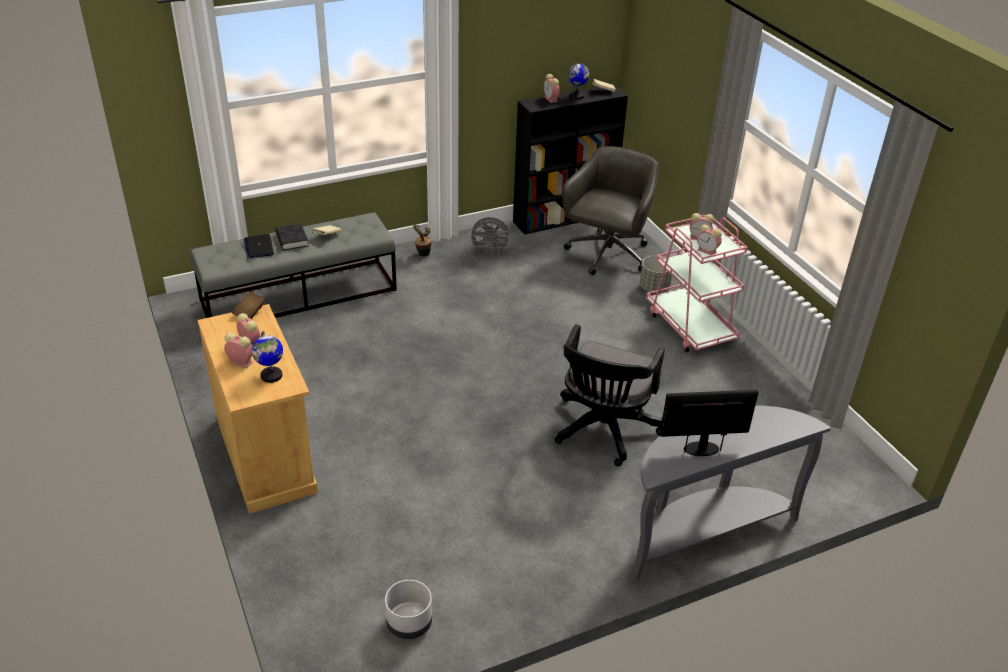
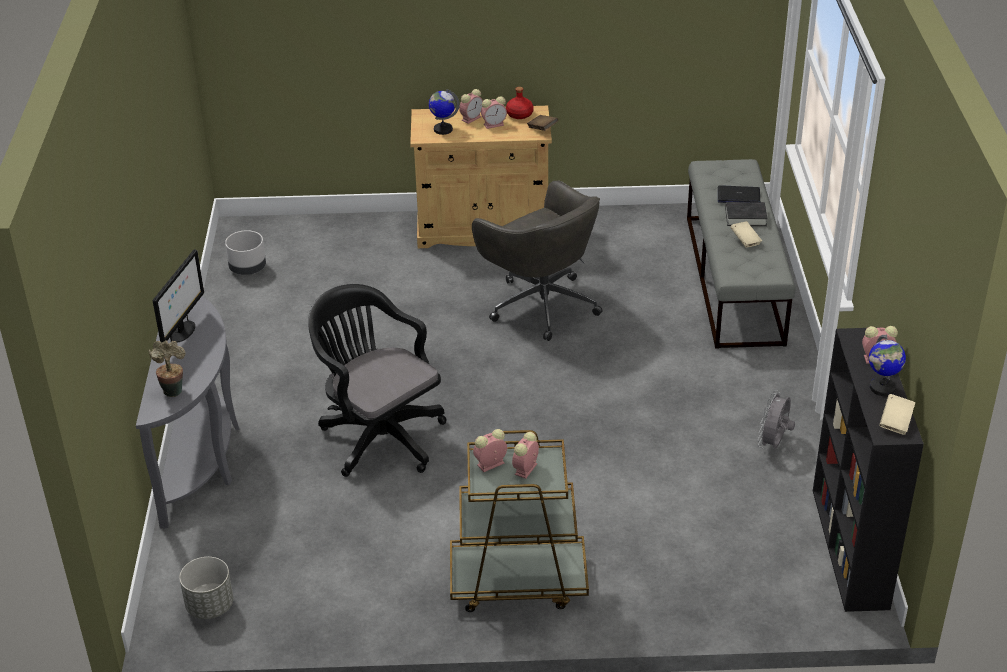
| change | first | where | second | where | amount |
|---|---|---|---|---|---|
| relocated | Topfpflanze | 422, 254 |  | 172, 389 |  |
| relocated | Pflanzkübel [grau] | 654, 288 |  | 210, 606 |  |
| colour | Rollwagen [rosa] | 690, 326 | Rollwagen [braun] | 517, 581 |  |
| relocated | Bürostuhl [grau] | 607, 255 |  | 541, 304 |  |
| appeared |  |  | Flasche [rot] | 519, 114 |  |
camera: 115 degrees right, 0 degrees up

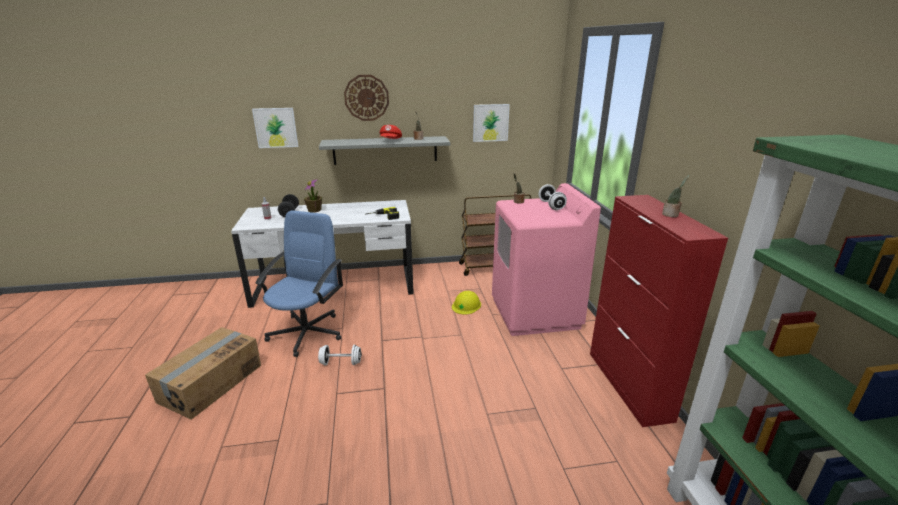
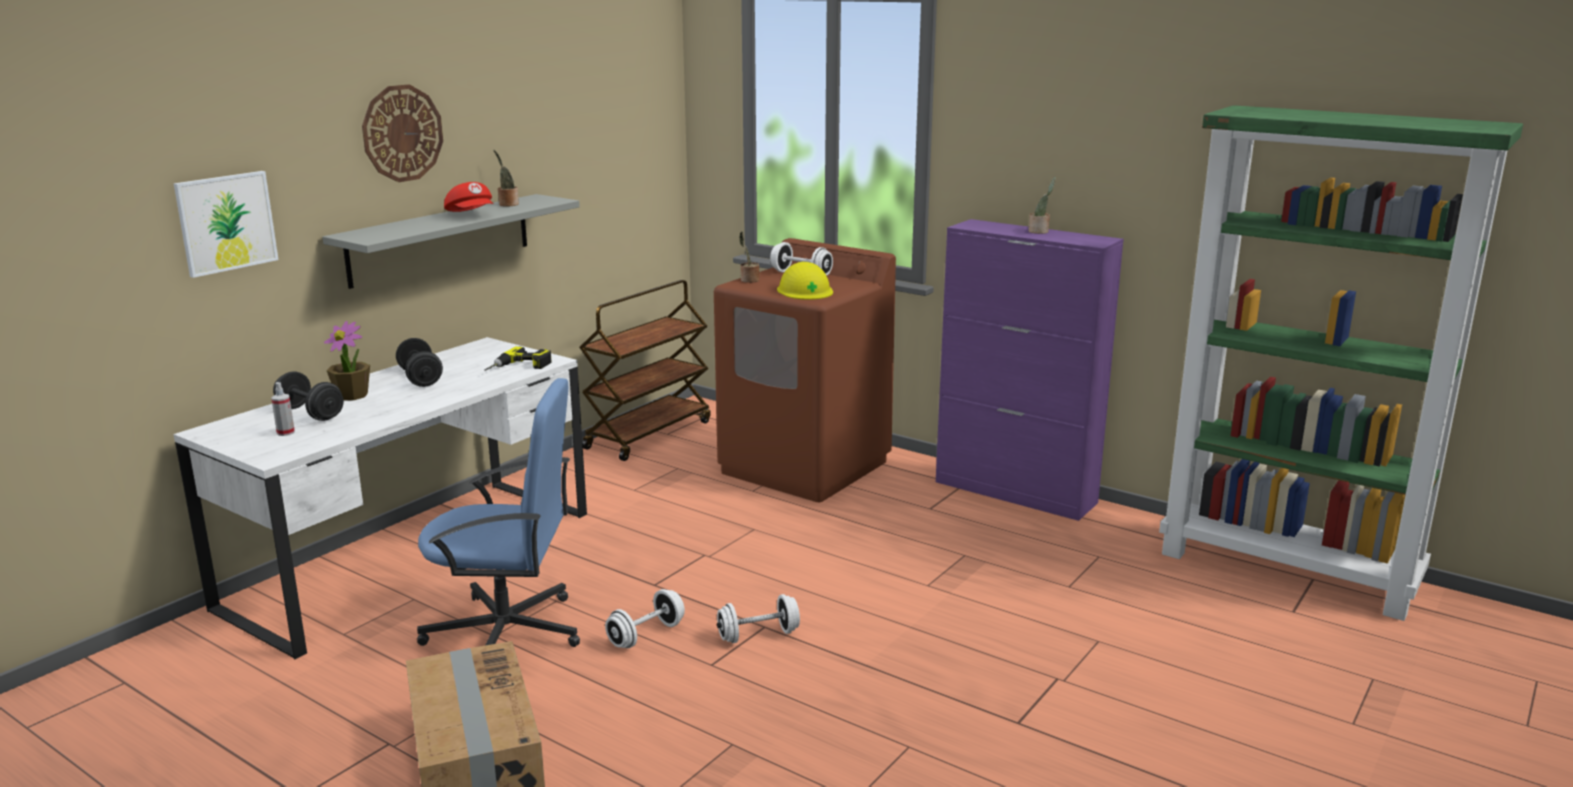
| change | first | where | second | where | amount |
|---|---|---|---|---|---|
| appeared |  |  | Hantel [schwarz] | 420, 378 |  |
| spun | Bürostuhl [blau] | 307, 333 |  | 507, 632 | 120 degrees clockwise |
| colour | Waschmaschine [rosa] | 535, 313 | Waschmaschine [braun] | 805, 467 |  |
| appeared |  |  | Hantel [weiß] | 758, 635 |  |
| relocated | Schutzhelm [gelb] | 466, 305 |  | 805, 290 |  |
| colour | Schrank [rot] | 629, 385 | Schrank [lila] | 1015, 492 |  |
| missing | Bild | 490, 122 |  |  |  |
camera: 45 degrees left, 5 degrees down

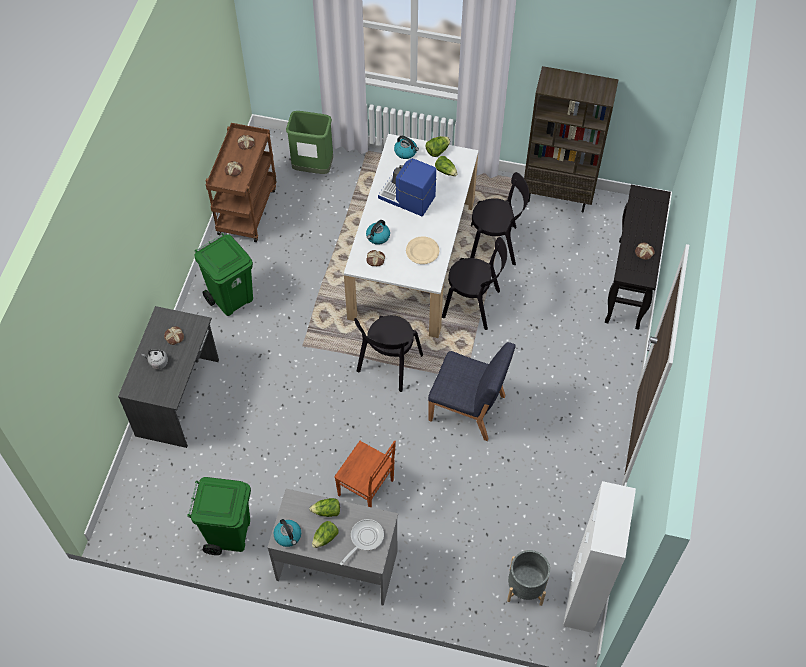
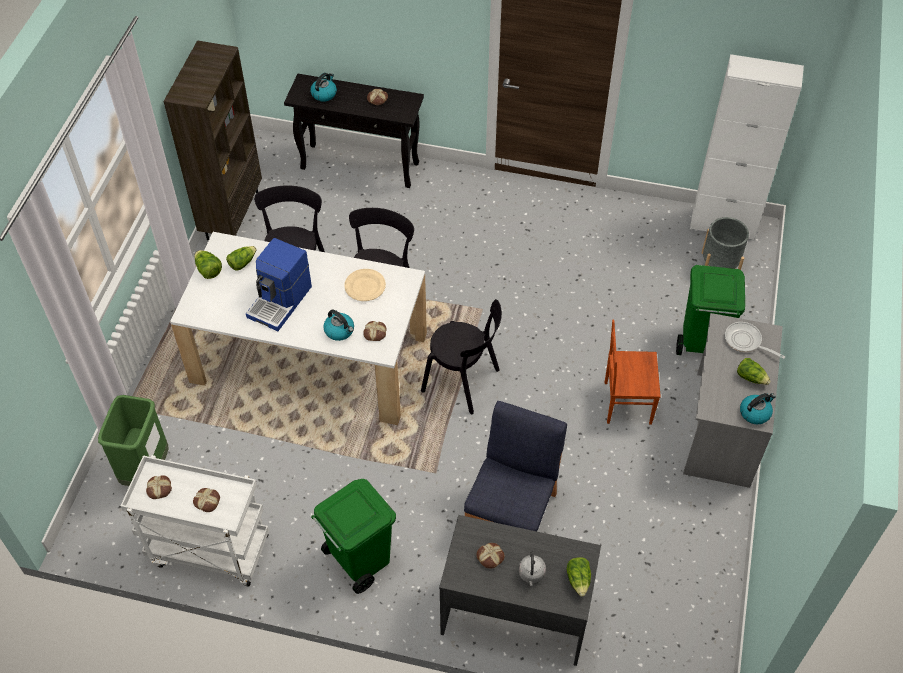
| change | first | where | second | where | amount |
|---|---|---|---|---|---|
| colour | Rollwagen [braun] | 246, 209 | Rollwagen [weiß] | 208, 551 |  |
| relocated | Wasserkessel | 406, 152 |  | 324, 94 |  |
| relocated | Stuhl [blau] | 468, 408 |  | 512, 513 |  |
| relocated | Salatkopf | 327, 511 |  | 579, 580 |  |
| spun | Stuhl [braun] | 366, 489 |  | 626, 402 | 120 degrees counterclockwise |
| relocated | Mülleimer [grün] | 229, 533 |  | 701, 343 |  |
camera: 90 degrees left, 5 degrees down

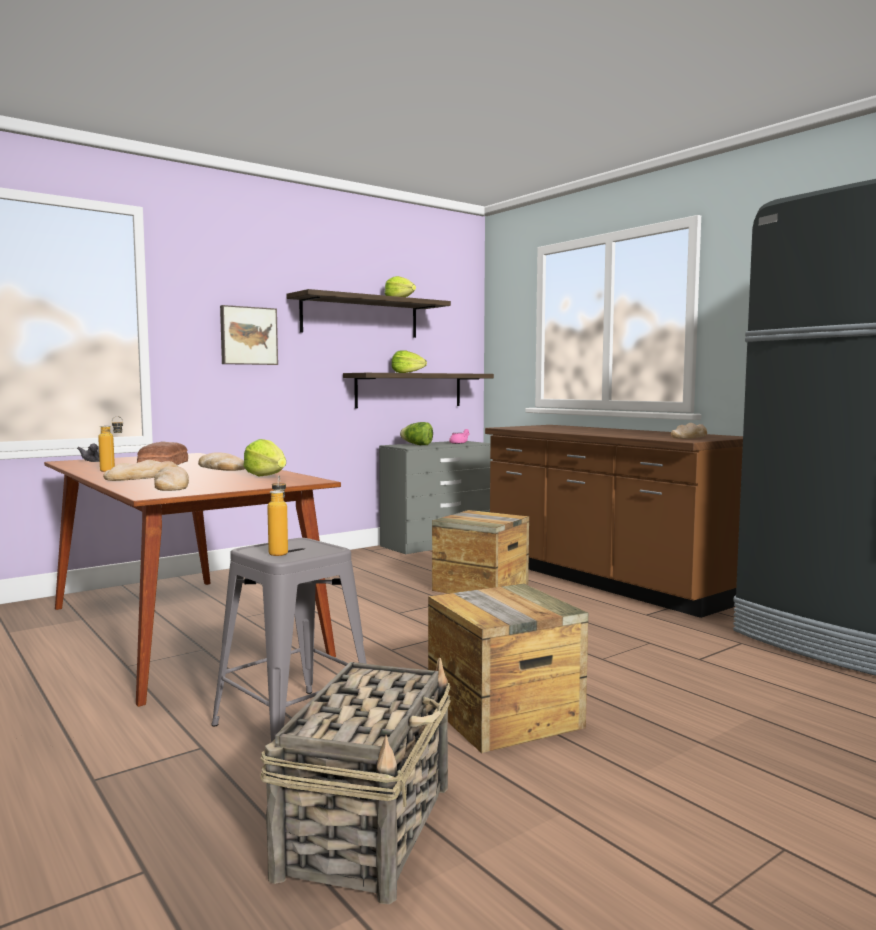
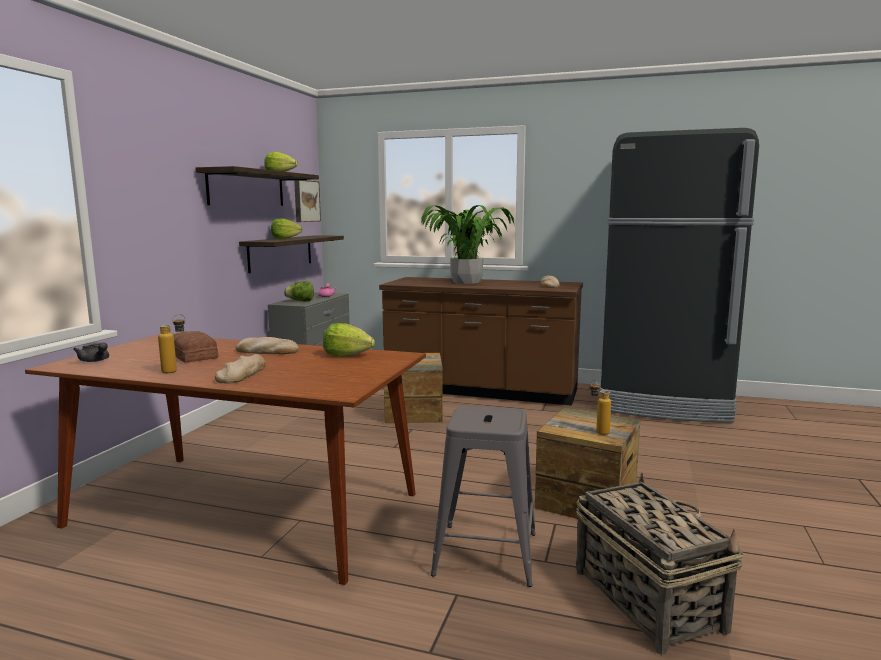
| change | first | where | second | where | amount |
|---|---|---|---|---|---|
| relocated | Bild | 248, 336 |  | 305, 201 |  |
| appeared |  |  | Topfpflanze | 467, 282 |  |
| relocated | Flasche | 279, 552 |  | 598, 431 |  |
| missing | Brot | 171, 485 |  |  |  |
camera: 35 degrees left, 5 degrees up

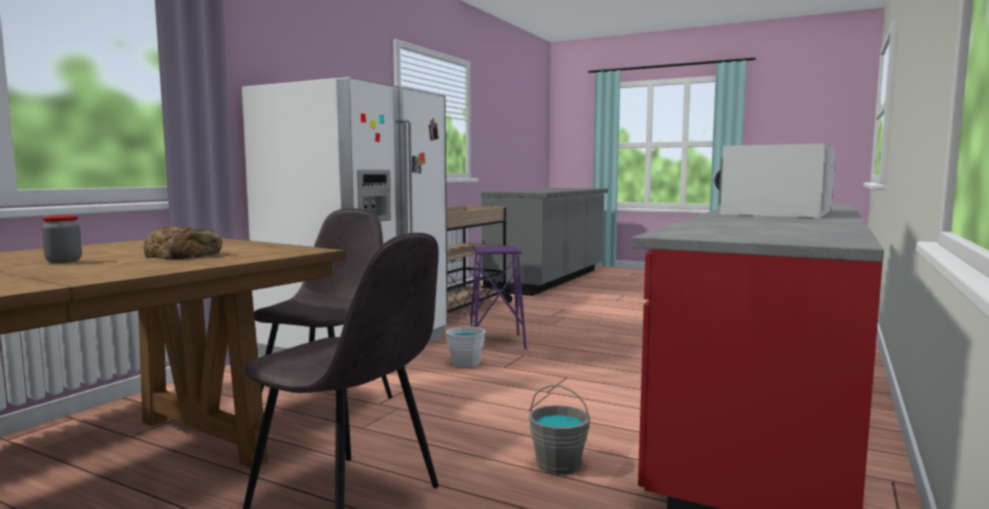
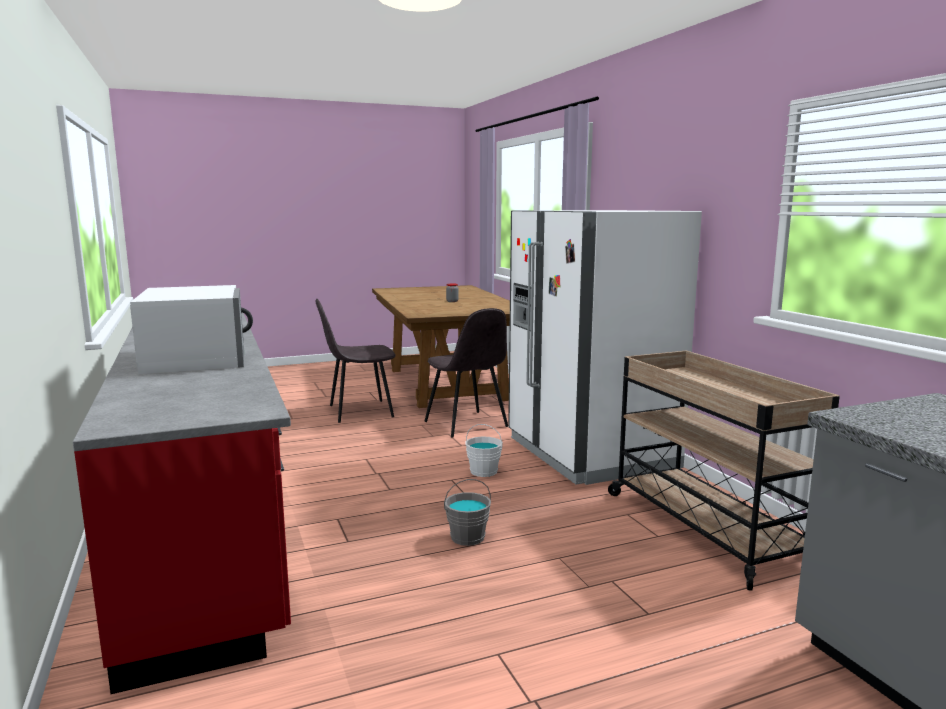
| change | first | where | second | where | amount |
|---|---|---|---|---|---|
| relocated | Eimer [grau] | 559, 464 |  | 467, 537 |  |
| missing | Brot | 184, 254 |  |  |  |
| missing | Hocker [lila] | 497, 343 |  |  |  |
camera: 130 degrees right, 5 degrees up

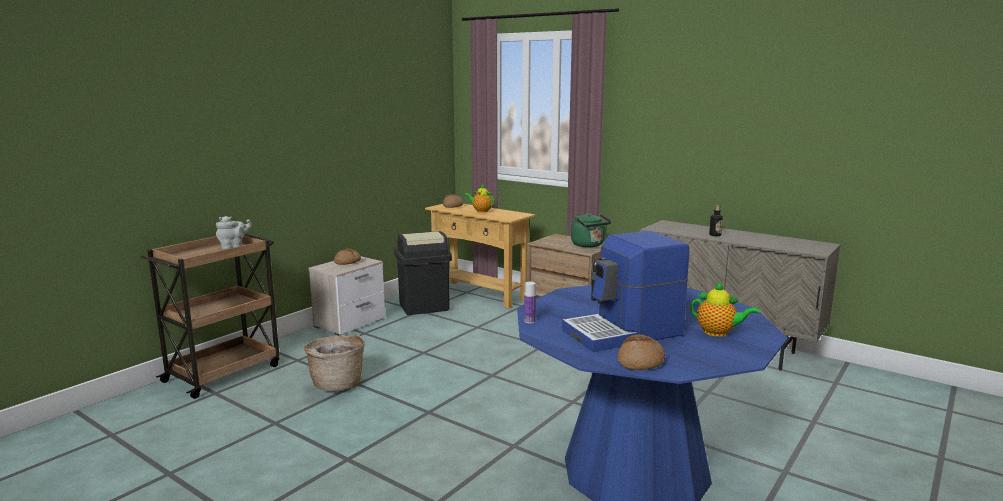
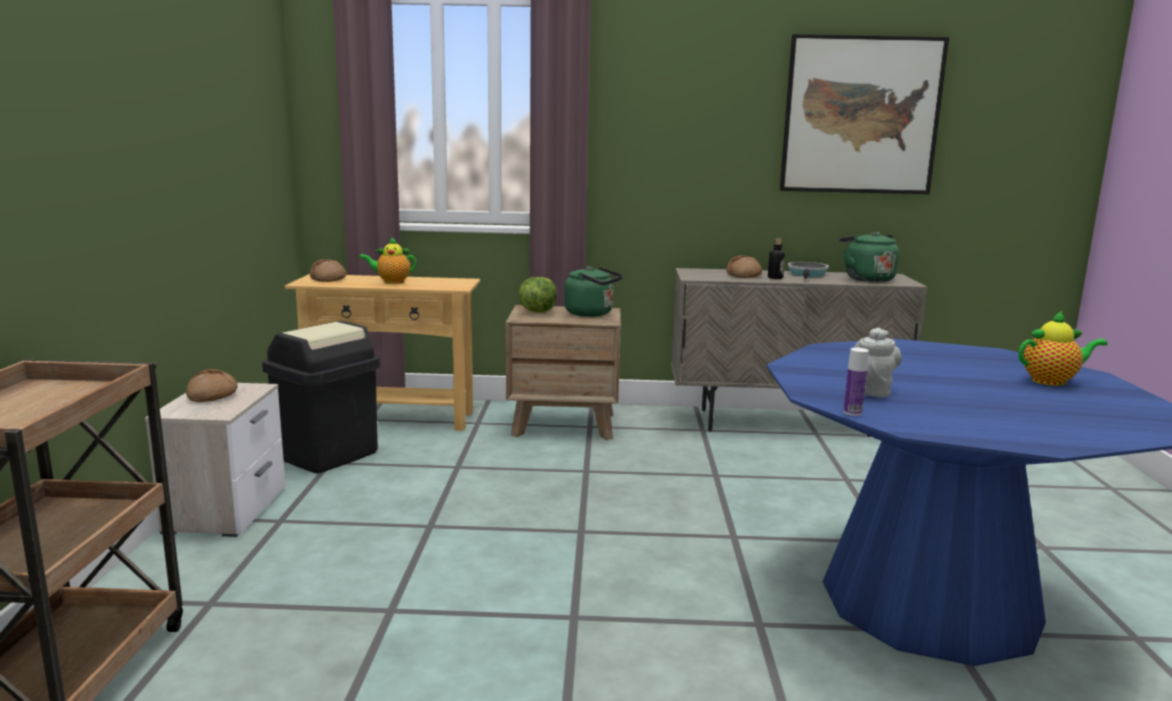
| change | first | where | second | where | amount |
|---|---|---|---|---|---|
| appeared |  |  | Salatkopf | 537, 311 |  |
| relocated | Brot | 640, 362 |  | 744, 275 |  |
| appeared |  |  | Bild | 860, 116 |  |
| appeared |  |  | Pfanne | 807, 274 |  |
| appeared |  |  | Wasserkessel [grün] | 866, 279 |  |
| relocated | Teekanne [grau] | 234, 247 |  | 872, 390 |  |
| missing | Korb | 337, 383 |  |  |  |
| missing | Kaffeemaschine | 624, 333 |  |  |  |
camera: 35 degrees left, 0 degrees up

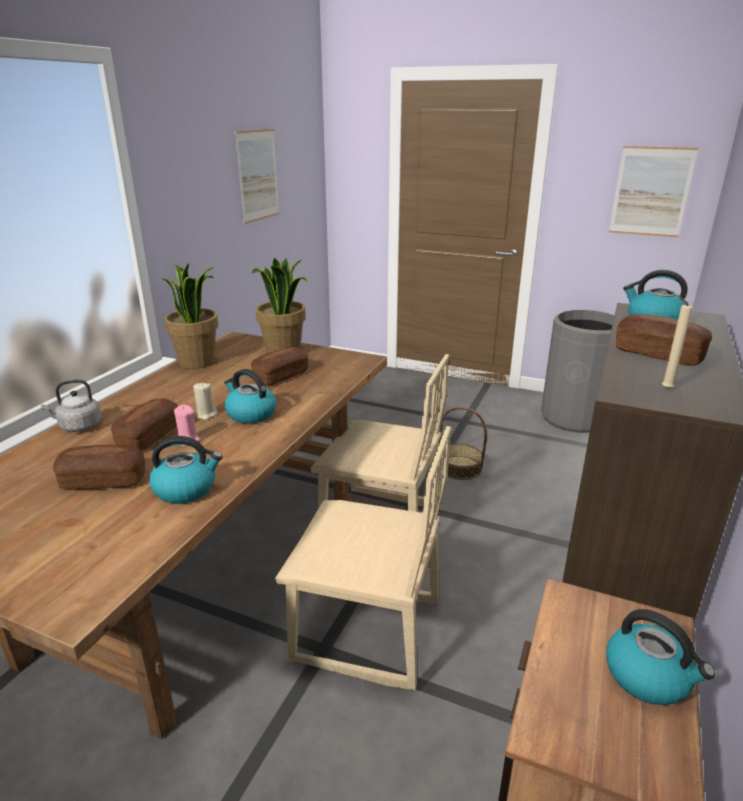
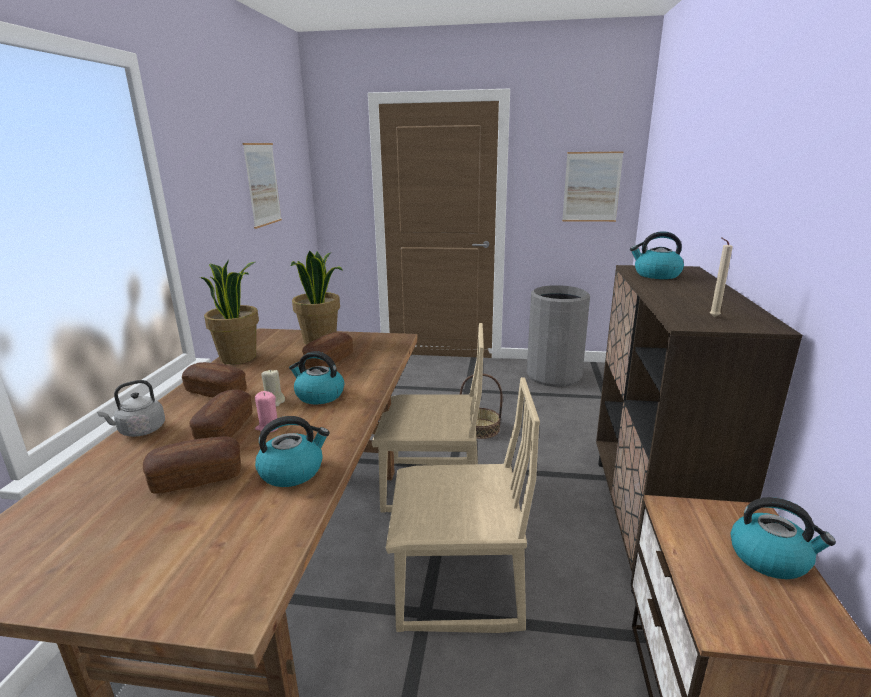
| change | first | where | second | where | amount |
|---|---|---|---|---|---|
| relocated | Brot | 658, 354 |  | 216, 392 |  |
camera: 15 degrees left, 5 degrees down

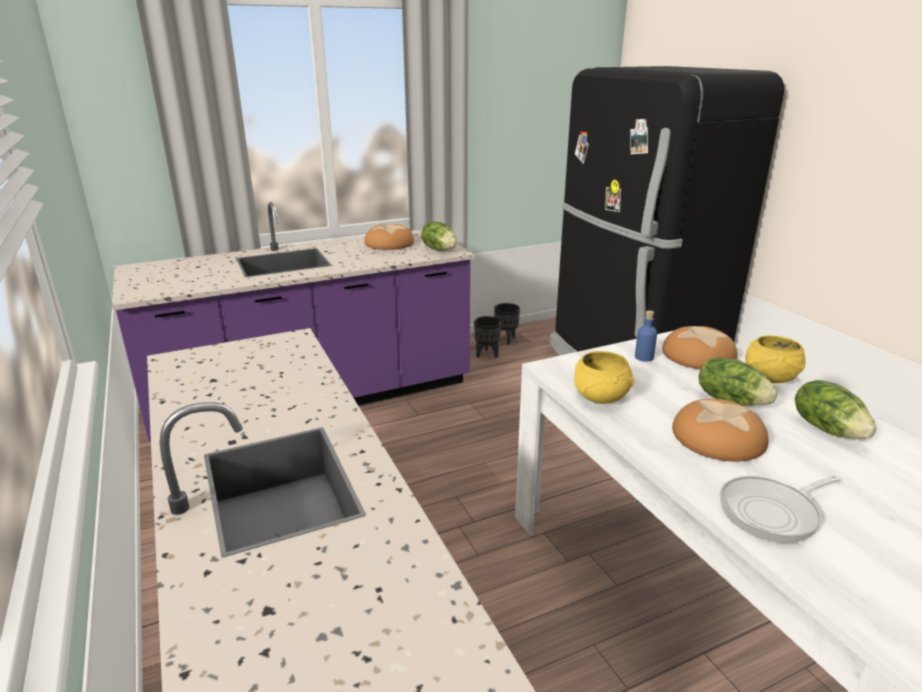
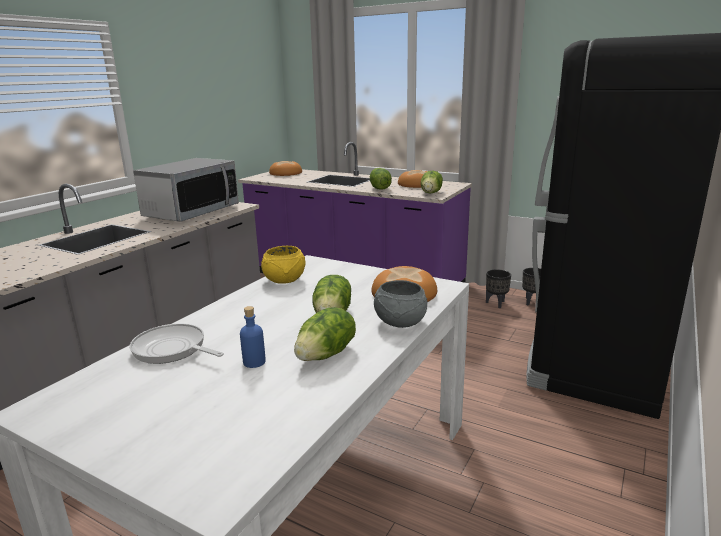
| change | first | where | second | where | amount |
|---|---|---|---|---|---|
| appeared |  |  | Mikrowelle | 192, 212 |  |
| relocated | Flasche [blau] | 644, 357 |  | 254, 362 |  |
| relocated | Brot | 719, 437 |  | 286, 173 |  |
| appeared |  |  | Salatkopf | 379, 188 |  |
| colour | Schüssel [gelb] | 769, 378 | Schüssel [grau] | 399, 322 |  |
camera: 55 degrees right, 5 degrees down

